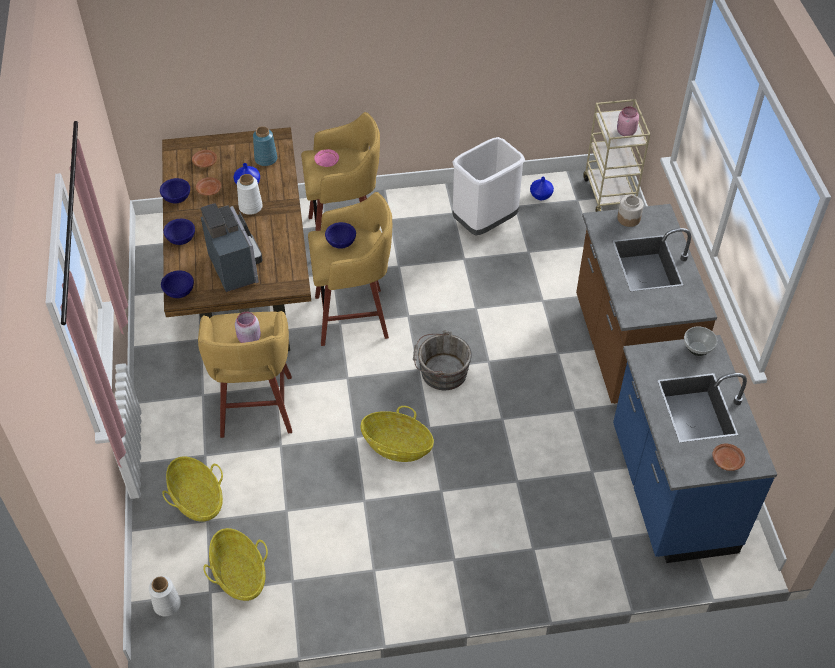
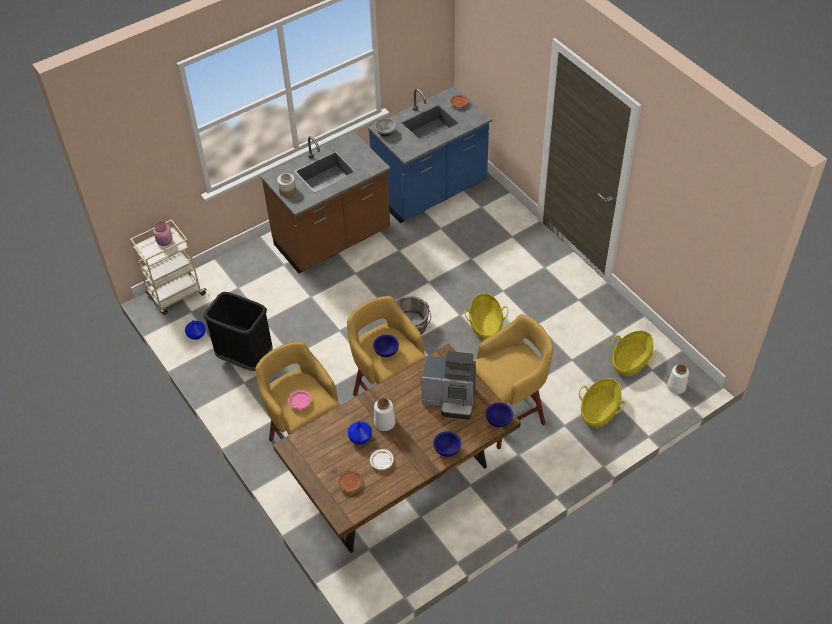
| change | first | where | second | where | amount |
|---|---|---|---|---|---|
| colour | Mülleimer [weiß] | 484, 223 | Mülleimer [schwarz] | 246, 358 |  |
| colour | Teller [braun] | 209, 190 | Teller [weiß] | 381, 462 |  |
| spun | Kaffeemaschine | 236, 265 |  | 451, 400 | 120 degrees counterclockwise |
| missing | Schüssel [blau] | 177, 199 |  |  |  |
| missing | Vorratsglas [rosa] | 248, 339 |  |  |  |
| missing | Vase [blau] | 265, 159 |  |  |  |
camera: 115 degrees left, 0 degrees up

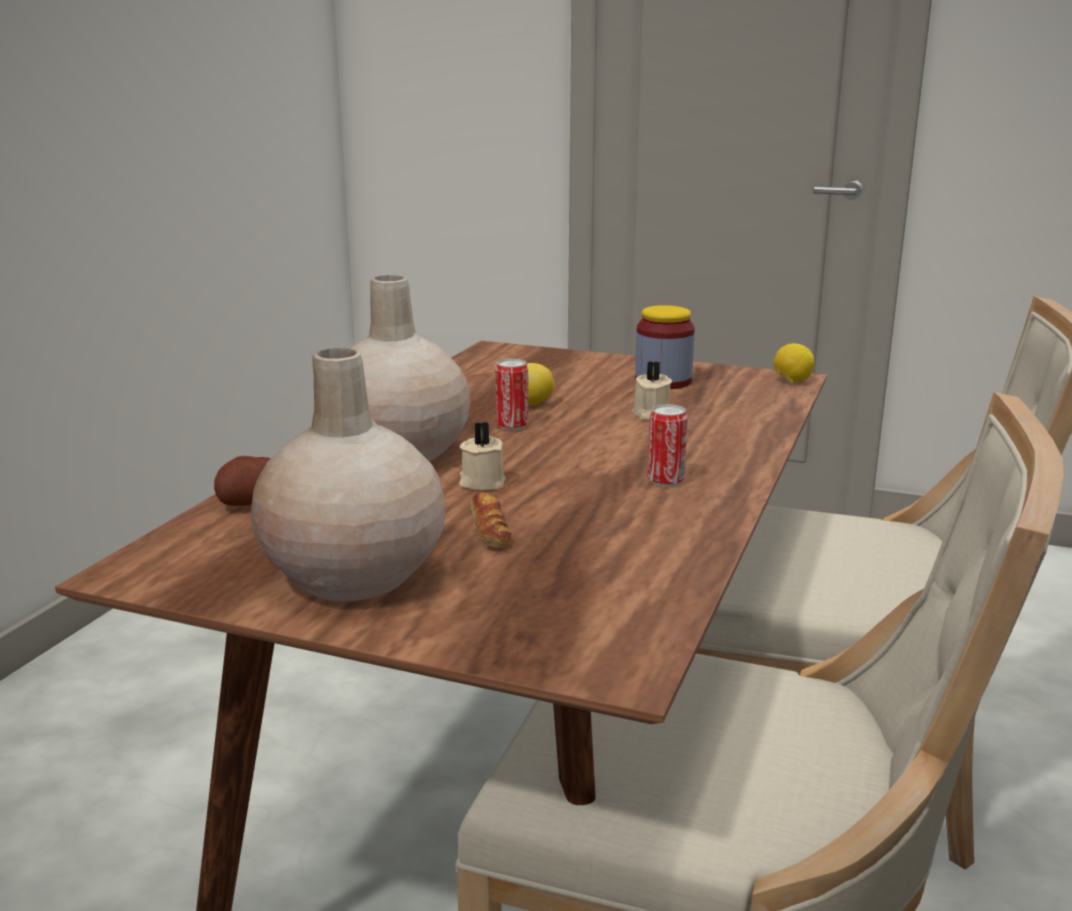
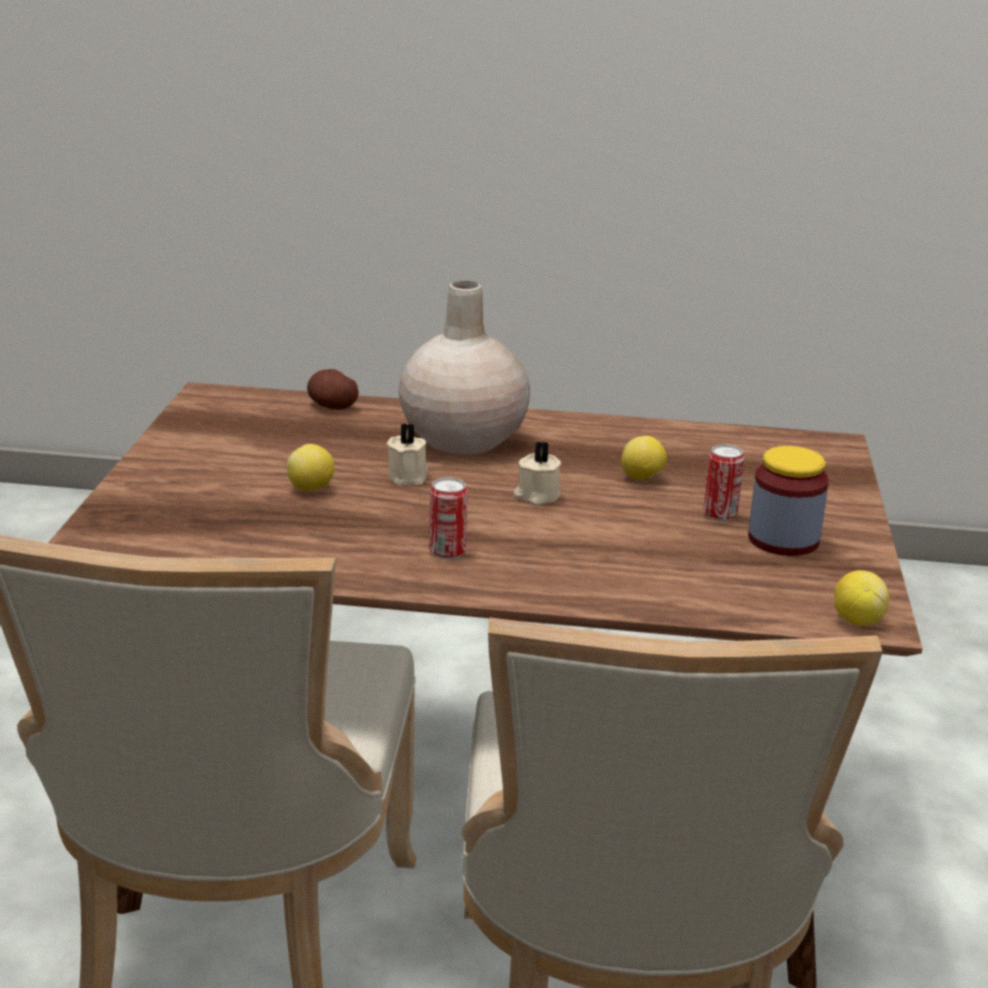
| change | first | where | second | where | amount |
|---|---|---|---|---|---|
| exchanged | Brot | 489, 528 | Zitrone | 311, 488 |  |
| relocated | Kerze [beige] | 650, 414 |  | 536, 496 |  |
| relocated | Dose | 512, 426 |  | 720, 515 |  |
| missing | Vase [beige] | 353, 576 |  |  |  |
camera: 75 degrees right, 5 degrees up

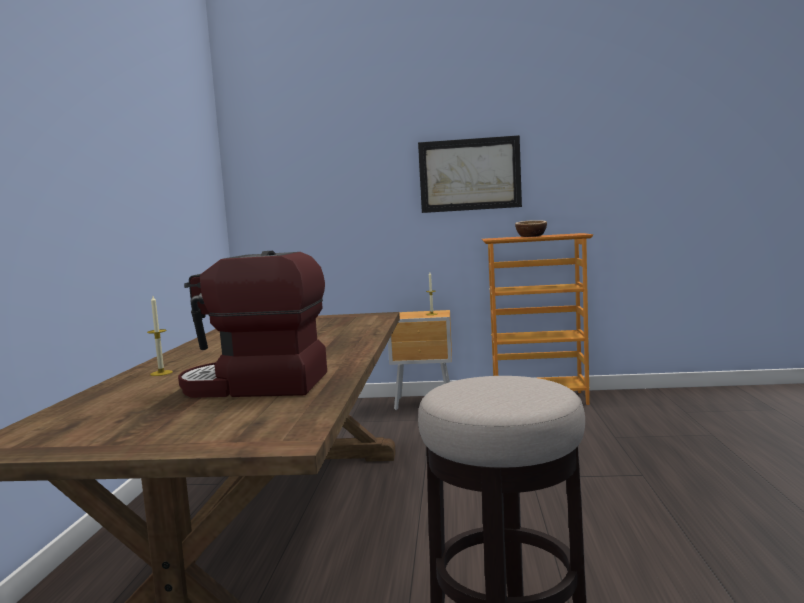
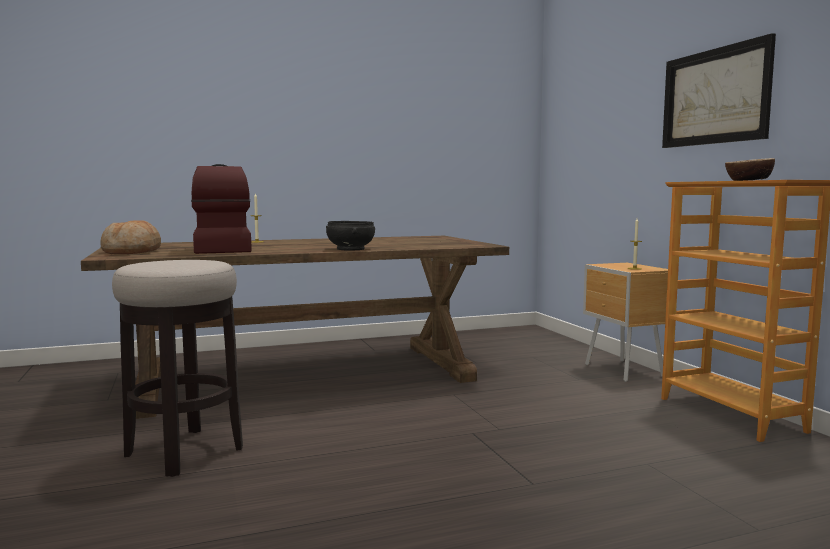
| change | first | where | second | where | amount |
|---|---|---|---|---|---|
| appeared |  |  | Brot | 132, 252 |  |
| appeared |  |  | Schüssel [schwarz] | 350, 249 |  |
camera: 65 degrees right, 0 degrees up

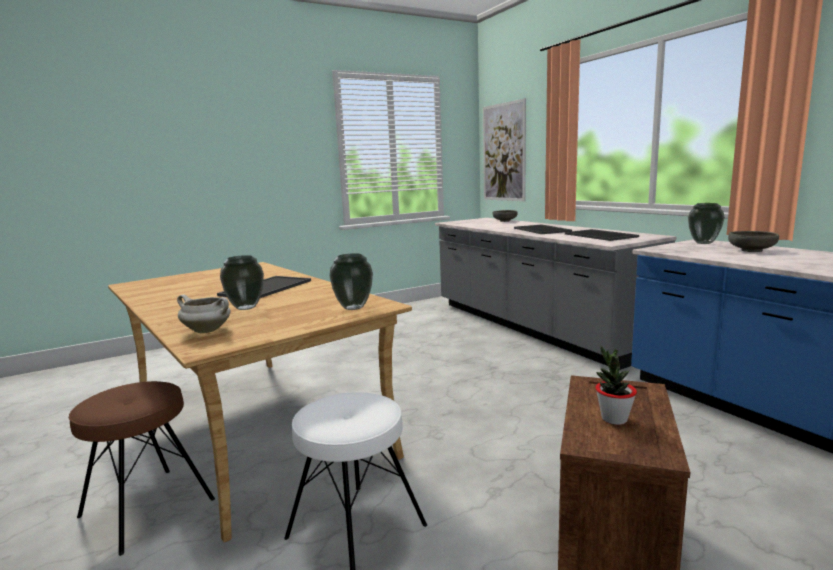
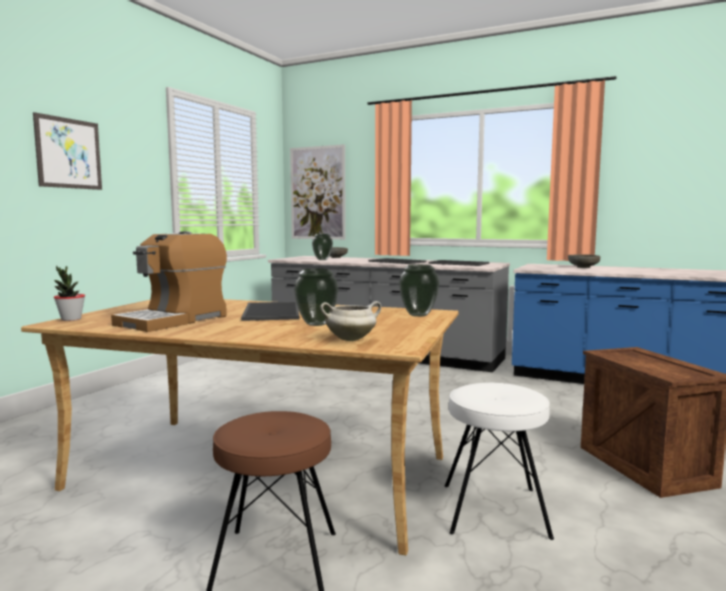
| change | first | where | second | where | amount |
|---|---|---|---|---|---|
| appeared |  |  | Bild | 69, 153 |  |
| relocated | Topfpflanze | 614, 419 |  | 71, 319 |  |
| appeared |  |  | Kaffeemaschine | 174, 320 |  |
| relocated | Vase | 704, 243 |  | 322, 259 |  |
camera: 35 degrees left, 5 degrees down

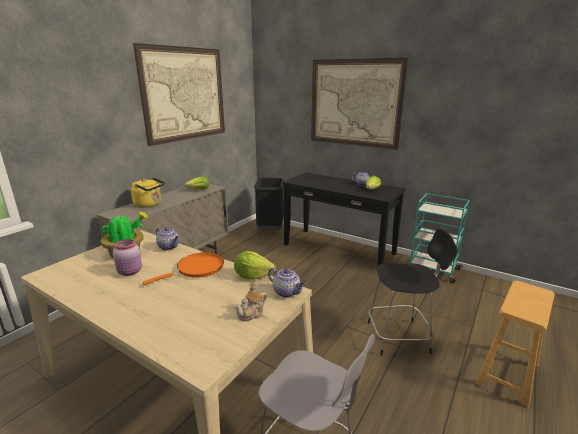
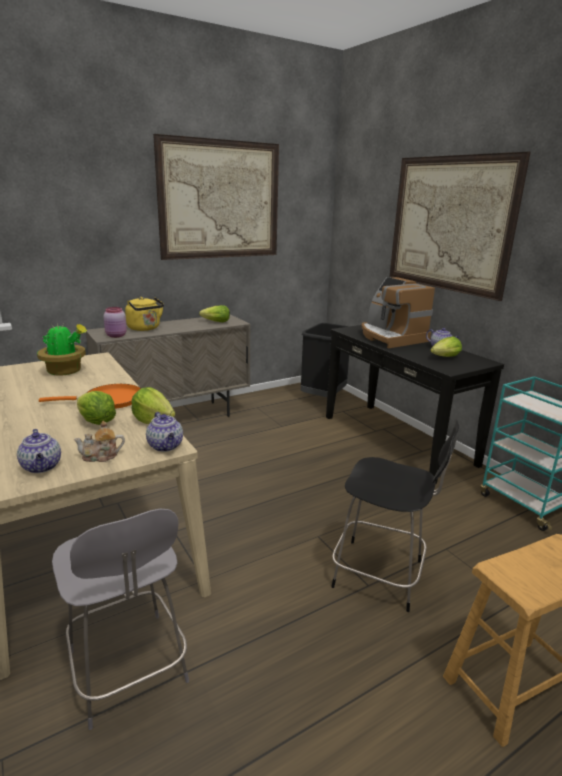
| change | first | where | second | where | amount |
|---|---|---|---|---|---|
| relocated | Teekanne | 169, 247 |  | 42, 467 |  |
| appeared |  |  | Salatkopf | 96, 422 |  |
| relocated | Vorratsglas [rosa] | 130, 272 |  | 116, 336 |  |
| appeared |  |  | Kaffeemaschine | 391, 337 |  |
camera: 25 degrees right, 0 degrees up

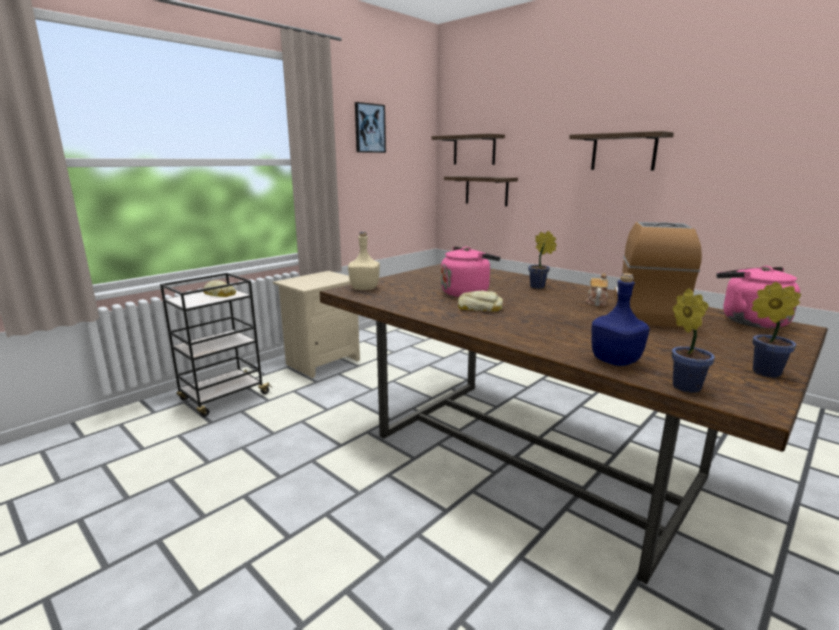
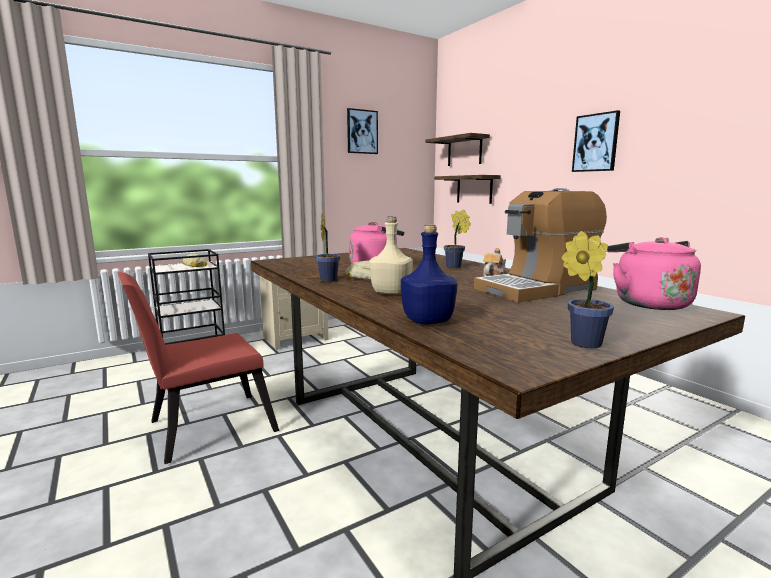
| change | first | where | second | where | amount |
|---|---|---|---|---|---|
| appeared |  |  | Stuhl [rot] | 204, 428 |  |
| relocated | Topfpflanze | 683, 386 |  | 328, 279 |  |
| relocated | Flasche [beige] | 364, 288 |  | 391, 292 |  |
| spun | Kaffeemaschine | 647, 311 |  | 537, 289 | 150 degrees counterclockwise |
| exchanged | Wandregal | 623, 152 | Bild | 596, 143 |  |
camera: 15 degrees right, 5 degrees down

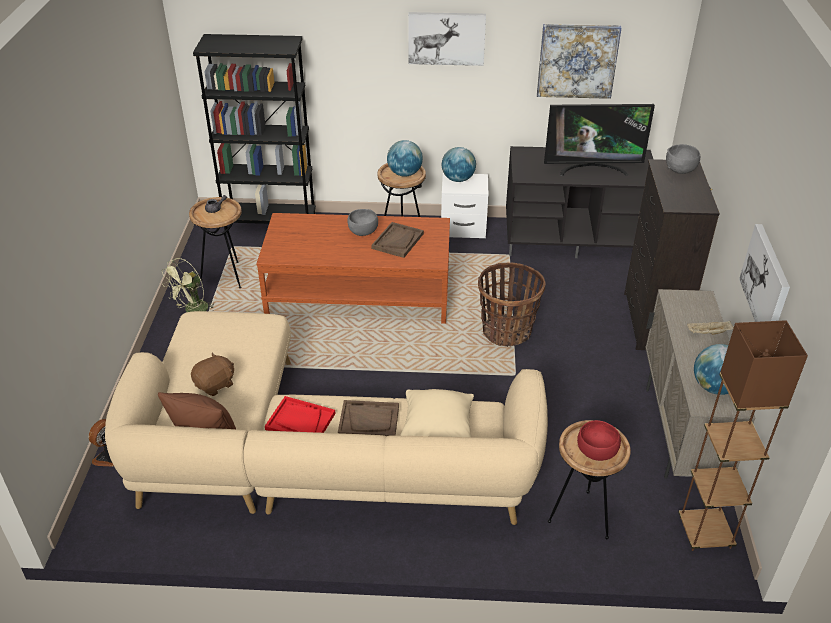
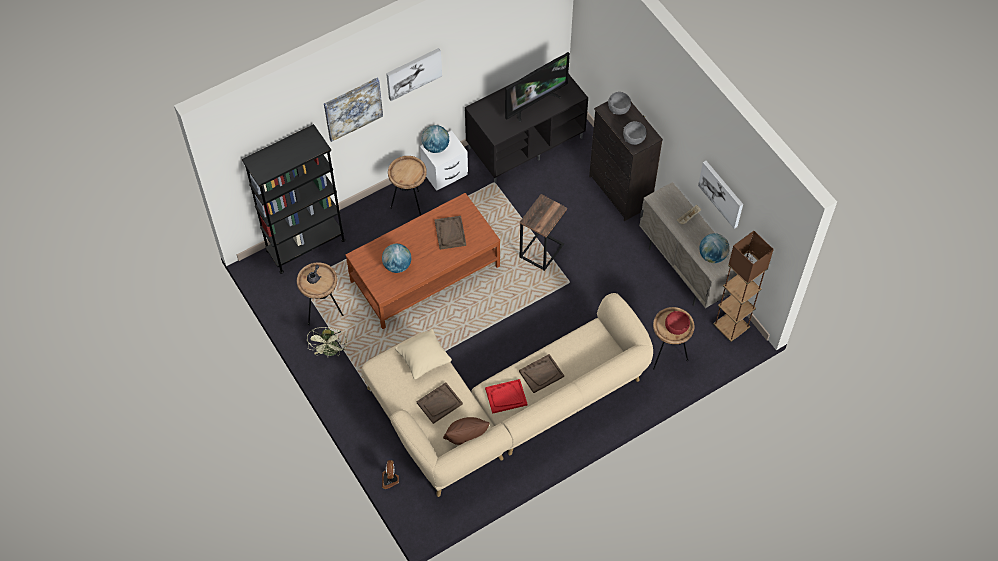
| change | first | where | second | where | amount |
|---|---|---|---|---|---|
| relocated | Bild | 577, 61 |  | 353, 108 |  |
| relocated | Globus | 405, 173 |  | 397, 265 |  |
| relocated | Kissen [beige] | 437, 429 |  | 423, 359 |  |
| exchanged | Plüschtier [braun] | 215, 384 | Tablett [braun] | 439, 403 |  |
| exchanged | Korb | 507, 331 | Beistelltisch | 541, 250 |  |
| relocated | Schüssel [grau] | 363, 231 |  | 634, 138 |  |
camera: 35 degrees left, 20 degrees up

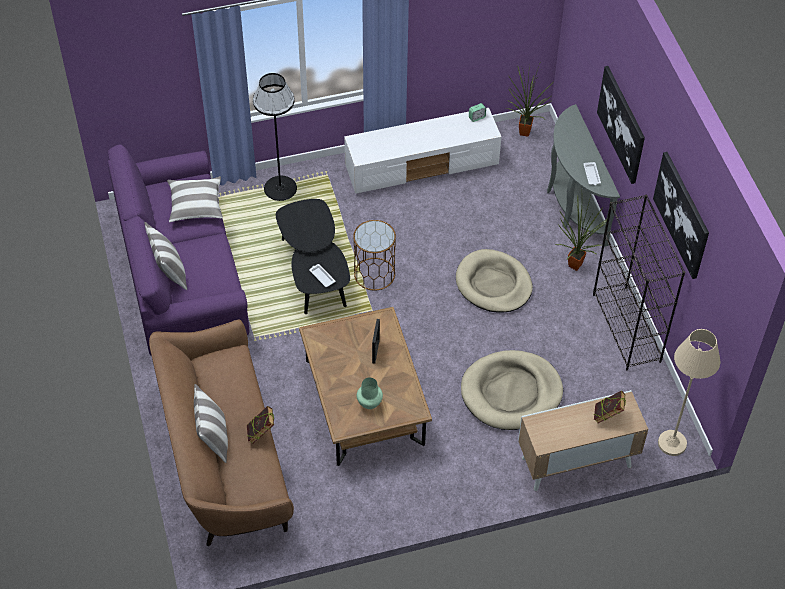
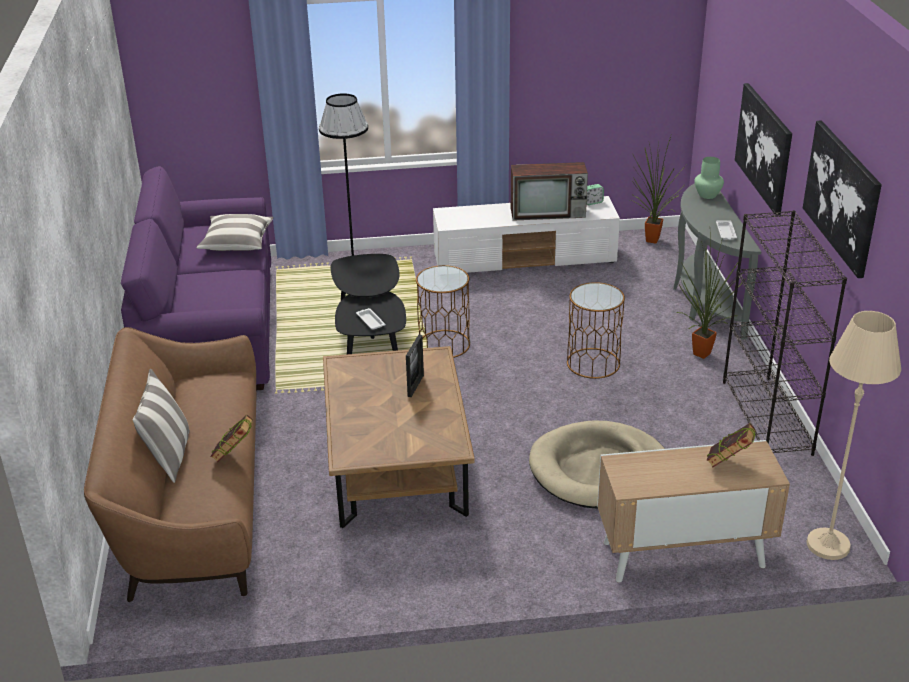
| change | first | where | second | where | amount |
|---|---|---|---|---|---|
| appeared |  |  | Fernseher | 549, 212 |  |
| exchanged | Hundebett [beige] | 493, 284 | Beistelltisch [braun] | 593, 363 |  |
| relocated | Vase [grün] | 369, 402 |  | 707, 195 |  |
| missing | Kissen | 169, 272 |  |  |  |
camera: 10 degrees right, 20 degrees down

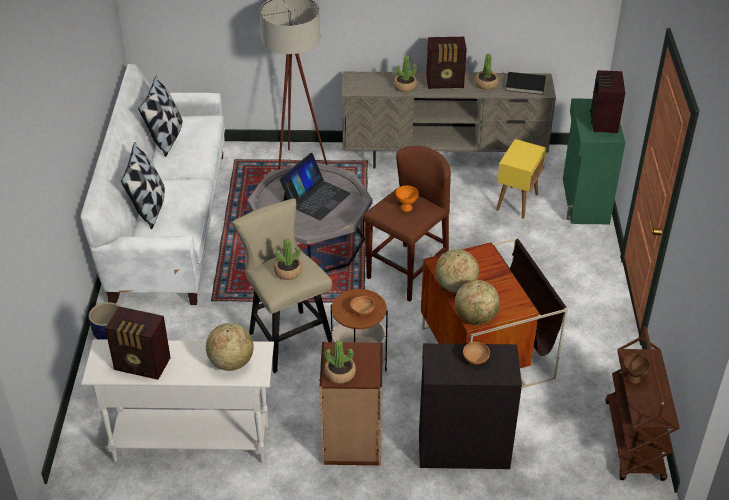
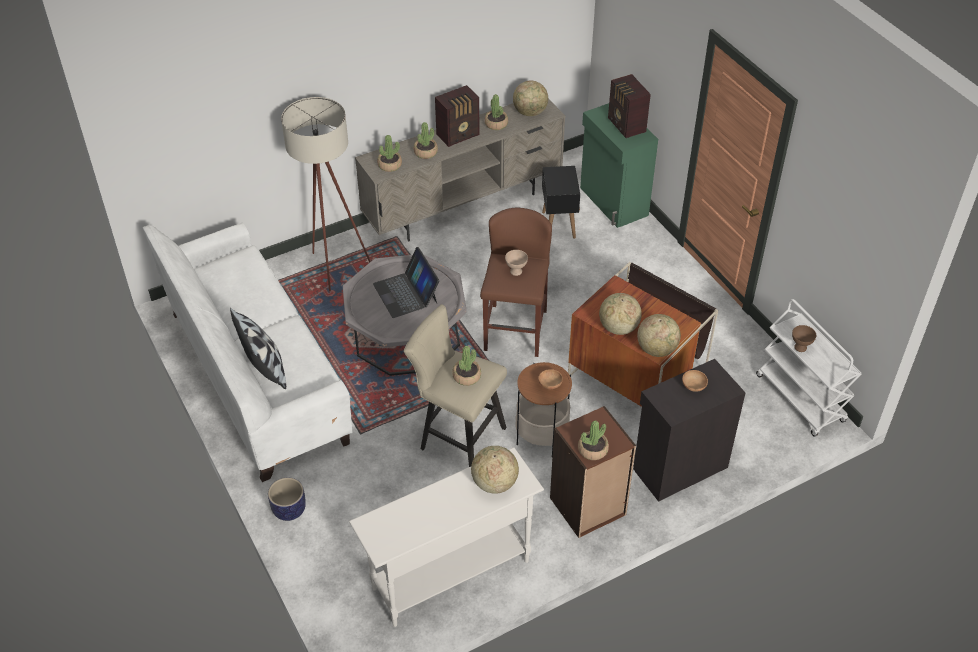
| change | first | where | second | where | amount |
|---|---|---|---|---|---|
| spun | Laptop | 316, 198 |  | 406, 293 | 150 degrees clockwise |
| appeared |  |  | Topfpflanze | 389, 165 |  |
| colour | Schüssel [orange] | 406, 208 | Schüssel [beige] | 516, 272 |  |
| exchanged | Buch [schwarz] | 525, 85 | Globus | 530, 112 |  |
| colour | Beistelltisch [gelb] | 517, 201 | Beistelltisch [schwarz] | 558, 224 |  |
| colour | Rollwagen [braun] | 634, 441 | Rollwagen [weiß] | 801, 399 |  |
| missing | Radio | 143, 365 |  |  |  |
| missing | Kissen | 166, 138 |  |  |  |
camera: 30 degrees left, 5 degrees up

